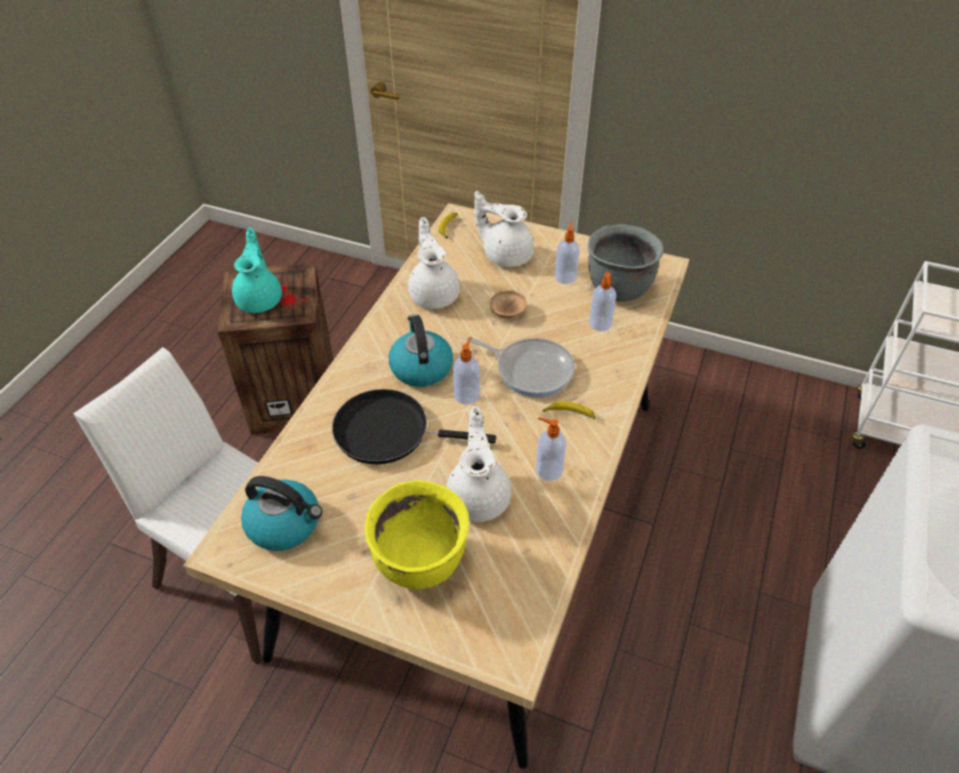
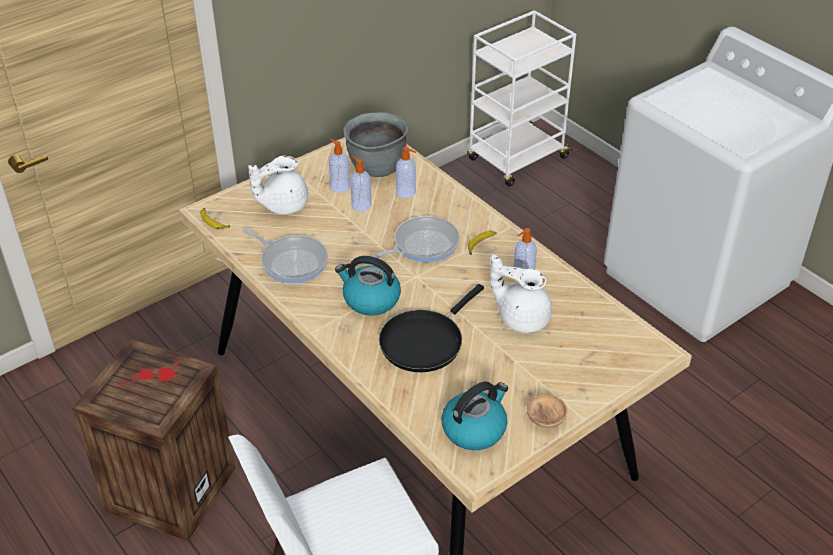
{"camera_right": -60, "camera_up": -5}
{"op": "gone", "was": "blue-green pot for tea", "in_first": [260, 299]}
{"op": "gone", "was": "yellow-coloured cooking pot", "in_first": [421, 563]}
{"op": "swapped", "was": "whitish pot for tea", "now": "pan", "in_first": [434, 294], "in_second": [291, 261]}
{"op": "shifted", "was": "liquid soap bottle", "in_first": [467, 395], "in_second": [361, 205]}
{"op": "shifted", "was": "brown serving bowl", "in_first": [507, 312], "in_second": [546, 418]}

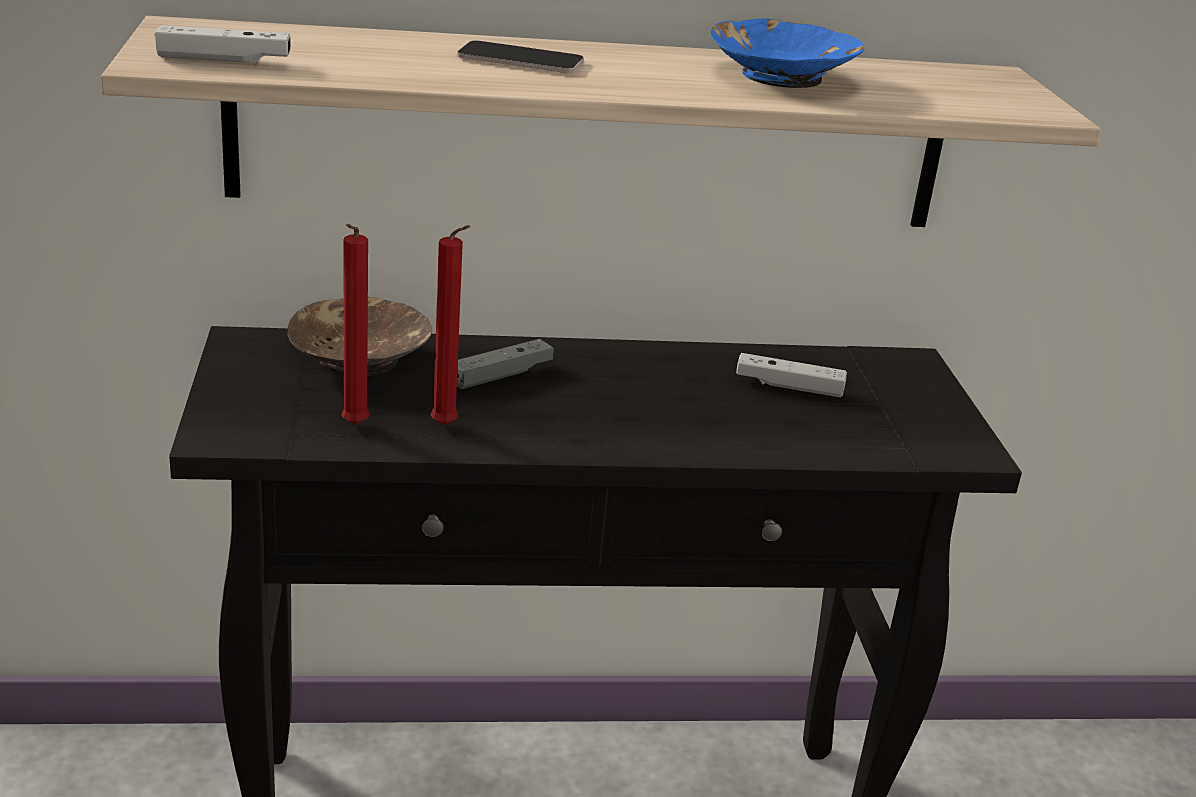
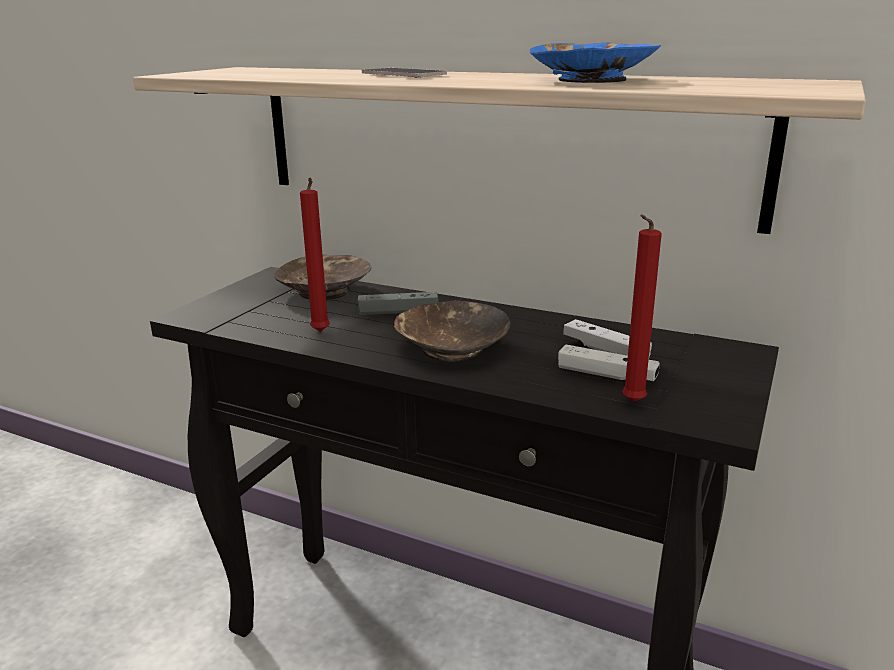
{"camera_right": 35, "camera_up": -5}
{"op": "shifted", "was": "whitish gamepad", "in_first": [224, 59], "in_second": [606, 375]}
{"op": "shifted", "was": "red-coloured wax candle", "in_first": [353, 427], "in_second": [631, 403]}
{"op": "new", "now": "brown serving bowl", "in_second": [451, 348]}

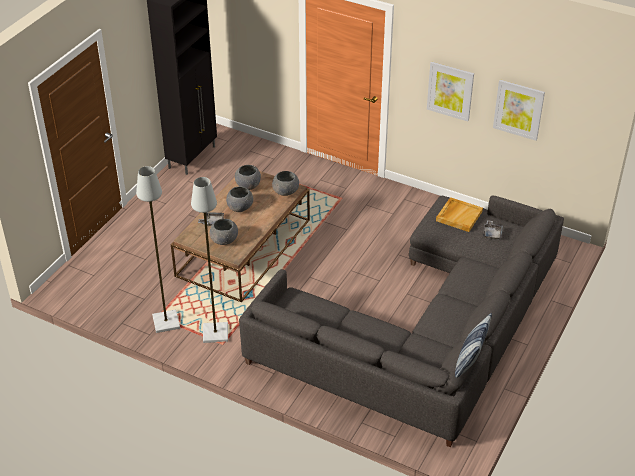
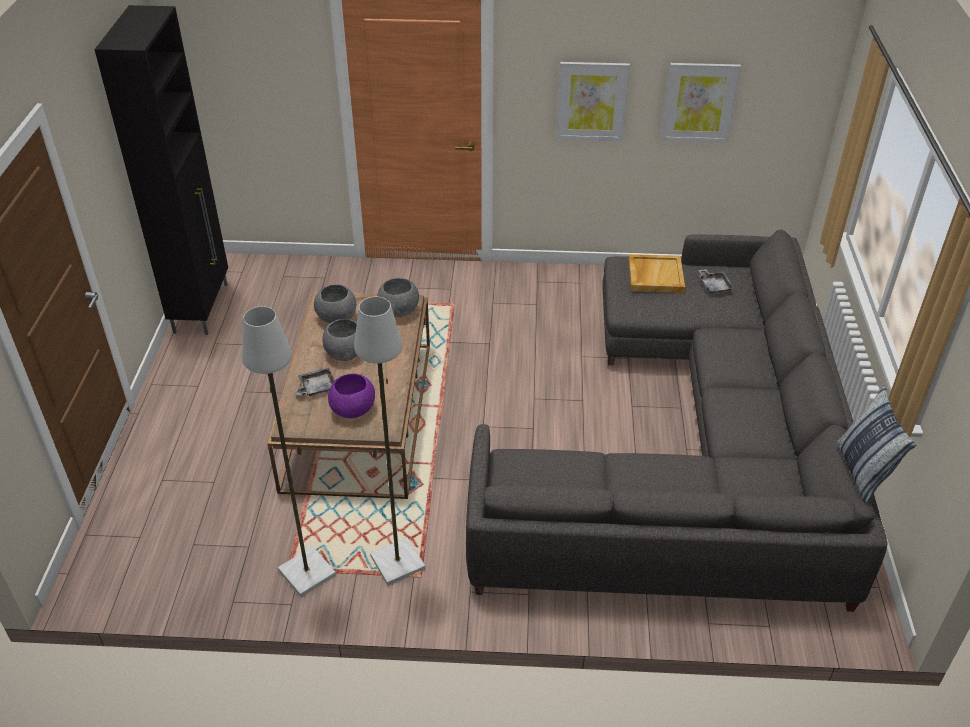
{"camera_right": -25, "camera_up": 0}
{"op": "repainted", "was": "gray serving bowl", "now": "purplish serving bowl", "in_first": [224, 240], "in_second": [352, 409]}

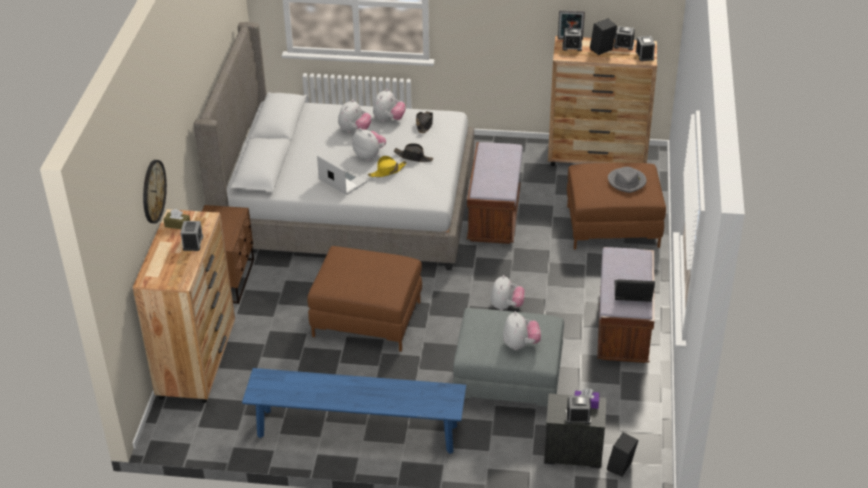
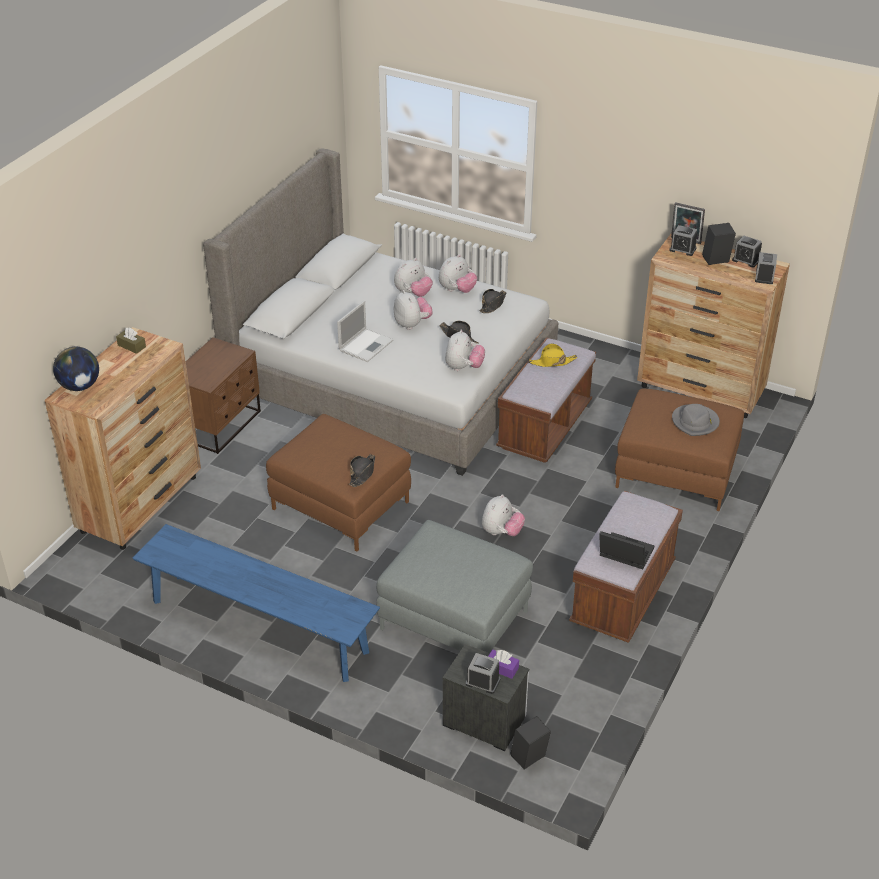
{"camera_right": 20, "camera_up": 0}
{"op": "gone", "was": "hanging clock", "in_first": [153, 191]}
{"op": "gone", "was": "alarm clock", "in_first": [193, 243]}
{"op": "rotated", "was": "portable computer", "in_first": [342, 181], "in_second": [366, 345], "clockwise": 60}
{"op": "shifted", "was": "yellow-coloured hat", "in_first": [387, 171], "in_second": [552, 362]}
{"op": "shifted", "was": "cuddly toy", "in_first": [520, 344], "in_second": [463, 367]}
{"op": "new", "now": "world globe", "in_second": [80, 386]}
{"op": "new", "now": "black hat", "in_second": [362, 473]}

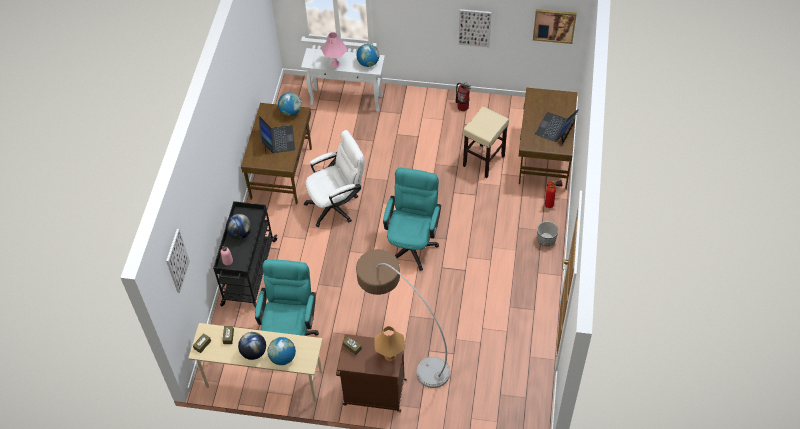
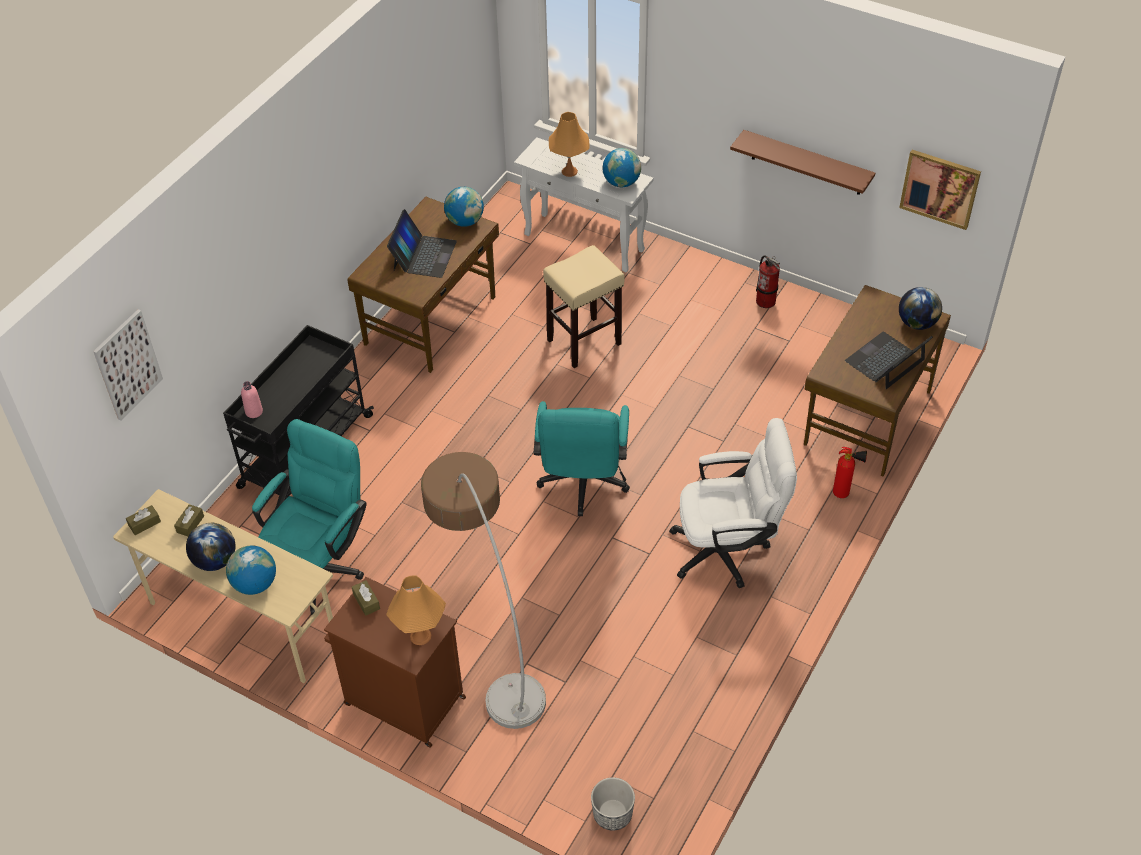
{"camera_right": 20, "camera_up": -5}
{"op": "shifted", "was": "world globe", "in_first": [240, 233], "in_second": [916, 323]}
{"op": "shifted", "was": "whitish office chair", "in_first": [337, 205], "in_second": [728, 550]}
{"op": "repainted", "was": "pink-coloured table lamp", "now": "orangey table lamp", "in_first": [335, 64], "in_second": [569, 171]}
{"op": "rotated", "was": "blue-green office chair", "in_first": [412, 243], "in_second": [582, 485], "clockwise": 150}
{"op": "swapped", "was": "wall picture", "now": "brown shelf", "in_first": [474, 27], "in_second": [806, 163]}
{"op": "shifted", "was": "beige-coloured stool seat", "in_first": [484, 160], "in_second": [585, 341]}
{"op": "shifted", "was": "planter", "in_first": [546, 239], "in_second": [612, 814]}

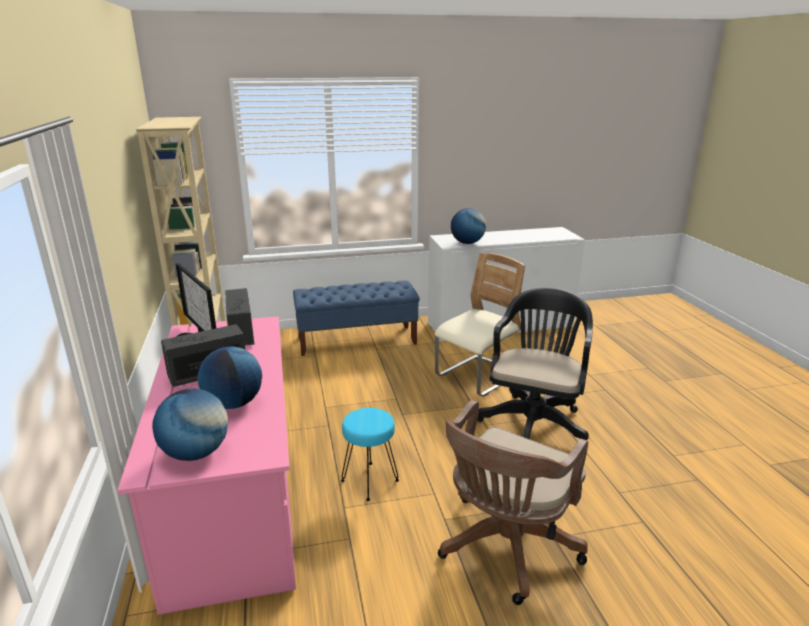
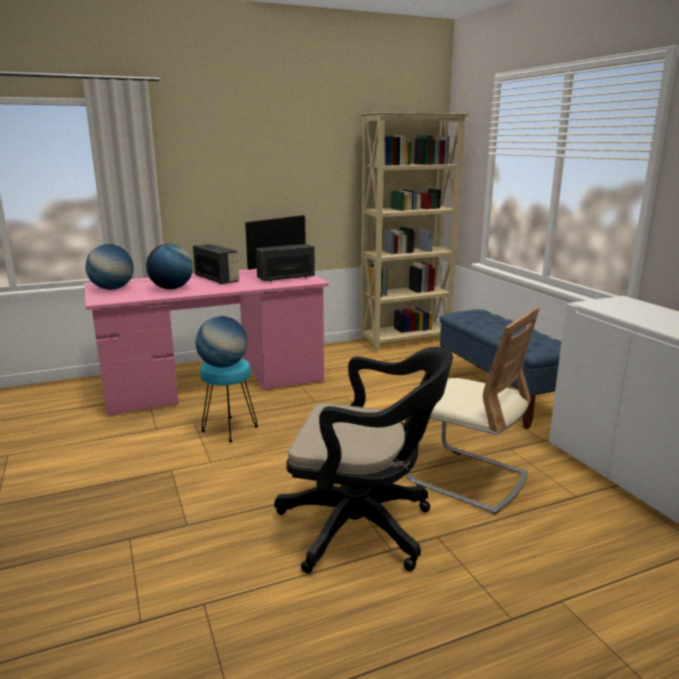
{"camera_right": 80, "camera_up": -5}
{"op": "gone", "was": "brown office chair", "in_first": [505, 548]}
{"op": "shifted", "was": "world globe", "in_first": [467, 243], "in_second": [223, 365]}

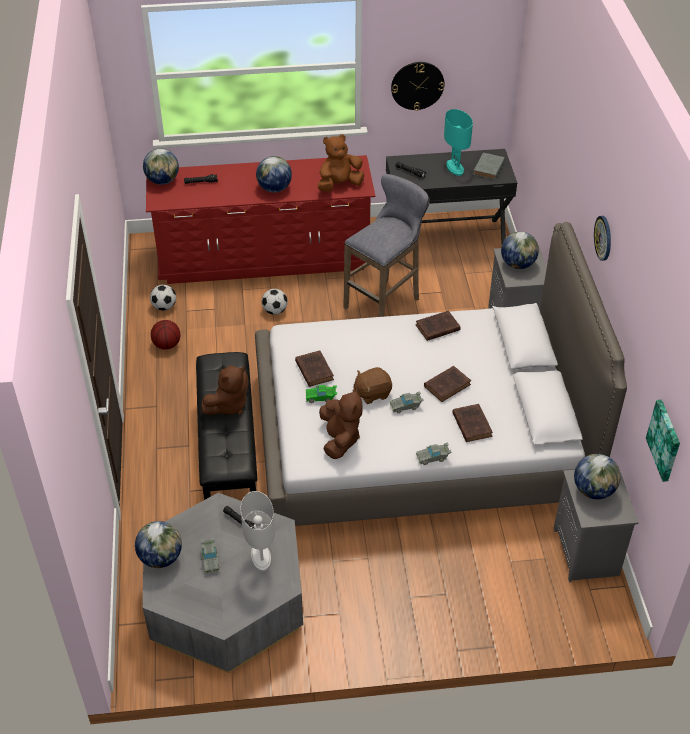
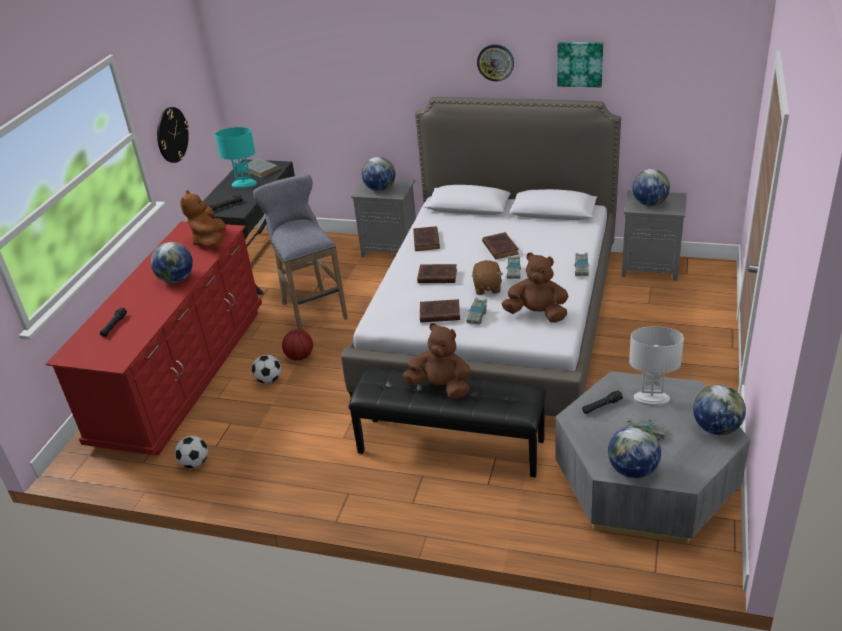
{"camera_right": -65, "camera_up": -10}
{"op": "shifted", "was": "world globe", "in_first": [163, 181], "in_second": [716, 428]}
{"op": "shifted", "was": "ball for basketball", "in_first": [166, 345], "in_second": [300, 357]}
{"op": "rotated", "was": "brown cuddly toy", "in_first": [228, 405], "in_second": [441, 387], "clockwise": -45}
{"op": "repainted", "was": "green model car", "now": "gray model car", "in_first": [321, 397], "in_second": [477, 316]}
{"op": "shifted", "was": "brown volume", "in_first": [471, 424], "in_second": [436, 276]}
{"op": "shifted", "was": "wall picture", "in_first": [665, 440], "in_second": [580, 63]}

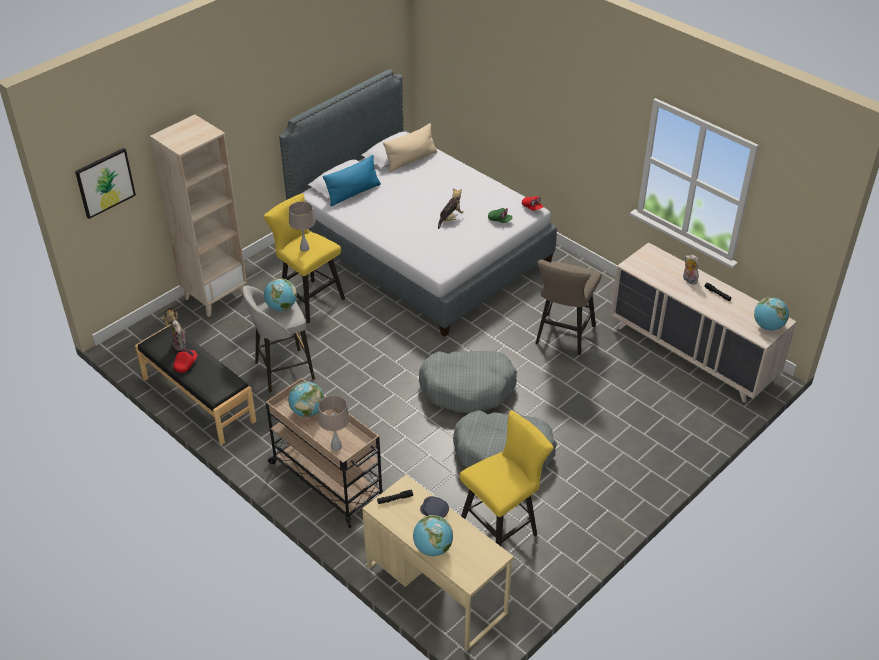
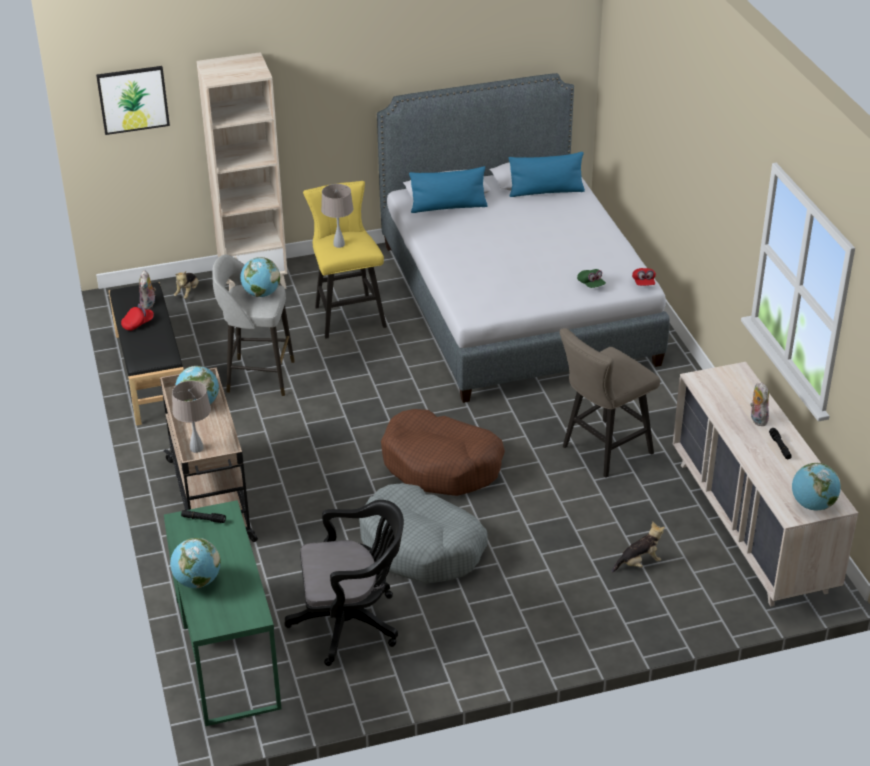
{"camera_right": 30, "camera_up": -5}
{"op": "repainted", "was": "beige-coloured desk unit", "now": "green desk unit", "in_first": [436, 589], "in_second": [227, 652]}
{"op": "repainted", "was": "beige-coloured throw pillow", "now": "blue throw pillow", "in_first": [411, 160], "in_second": [546, 191]}
{"op": "repainted", "was": "gray pet bed", "now": "brown pet bed", "in_first": [467, 388], "in_second": [441, 465]}
{"op": "gone", "was": "gray cap", "in_first": [434, 511]}
{"op": "shifted", "was": "cuddly toy", "in_first": [450, 219], "in_second": [639, 563]}
{"op": "swapped", "was": "yellow-coloured stool seat", "now": "black office chair", "in_first": [502, 529], "in_second": [351, 623]}

